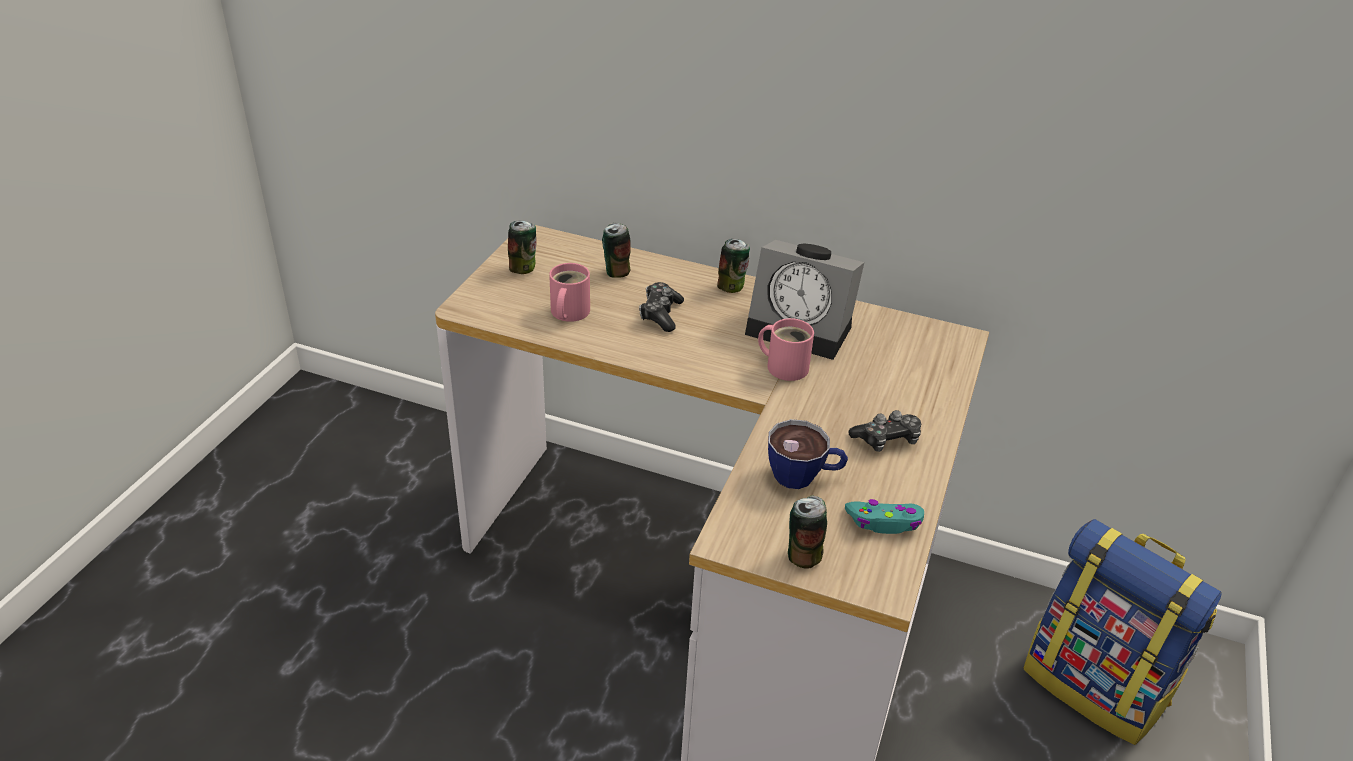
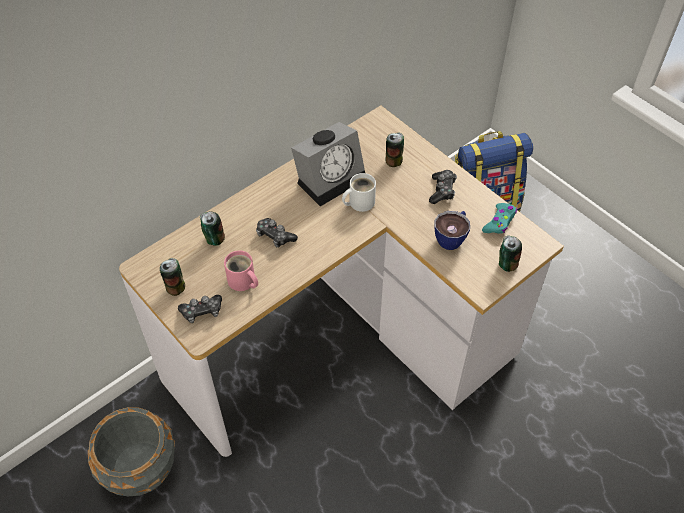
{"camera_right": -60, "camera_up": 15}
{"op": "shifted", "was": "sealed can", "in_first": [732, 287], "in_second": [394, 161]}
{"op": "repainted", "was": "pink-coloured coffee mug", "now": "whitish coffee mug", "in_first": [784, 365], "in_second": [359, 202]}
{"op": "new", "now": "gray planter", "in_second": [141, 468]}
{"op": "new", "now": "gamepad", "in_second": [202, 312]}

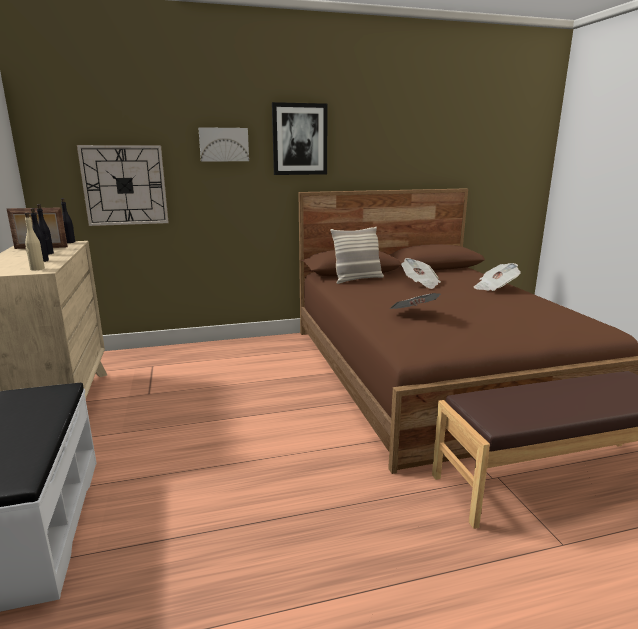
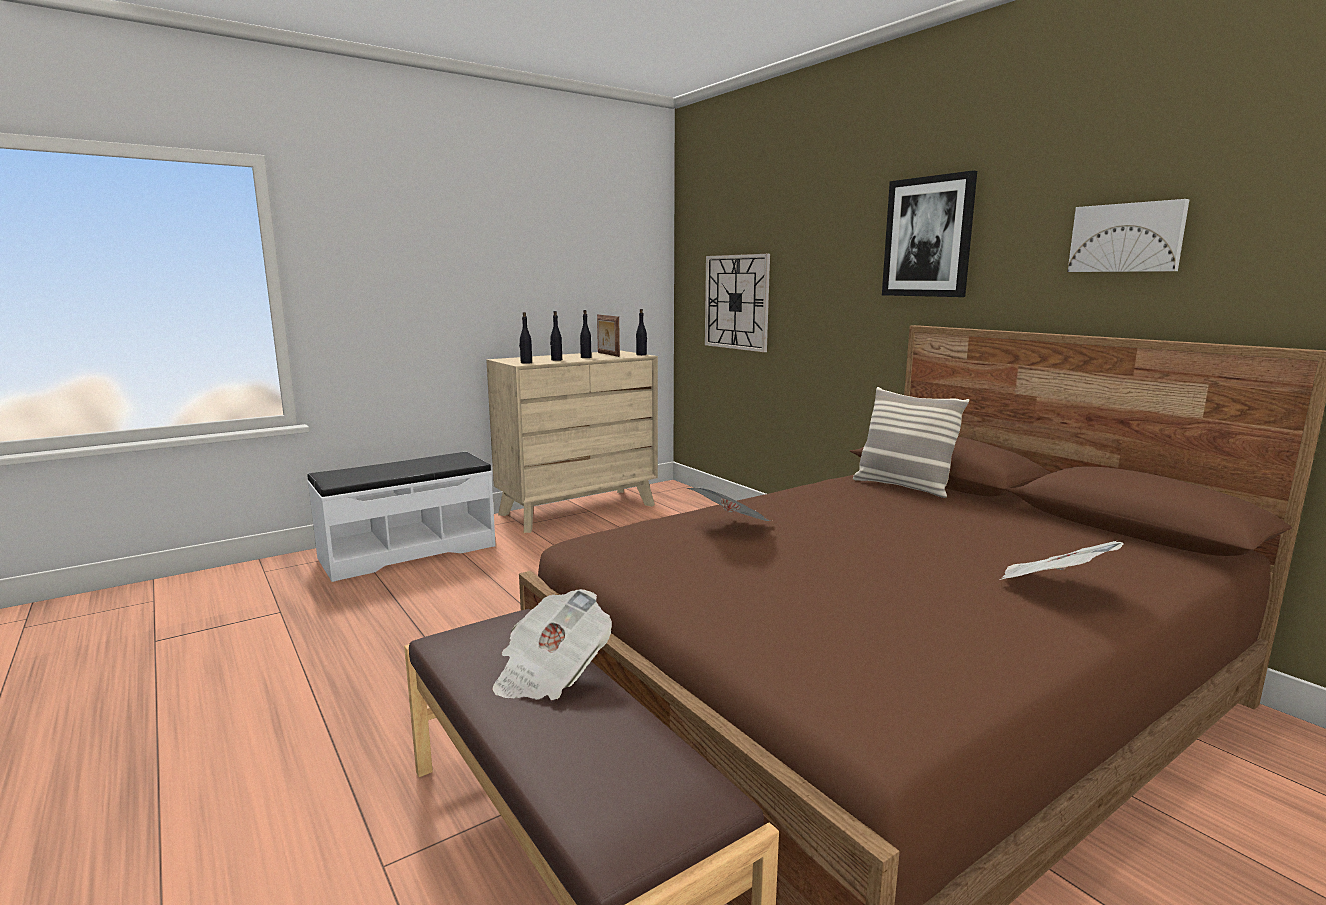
{"camera_right": 70, "camera_up": -5}
{"op": "repainted", "was": "beige-coloured bottle", "now": "black bottle", "in_first": [37, 269], "in_second": [526, 362]}
{"op": "shifted", "was": "wall picture", "in_first": [224, 144], "in_second": [1127, 238]}
{"op": "shifted", "was": "daily paper", "in_first": [420, 284], "in_second": [550, 674]}

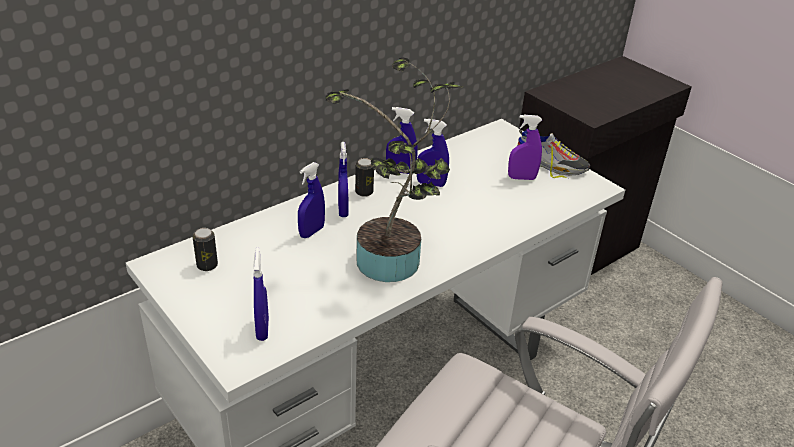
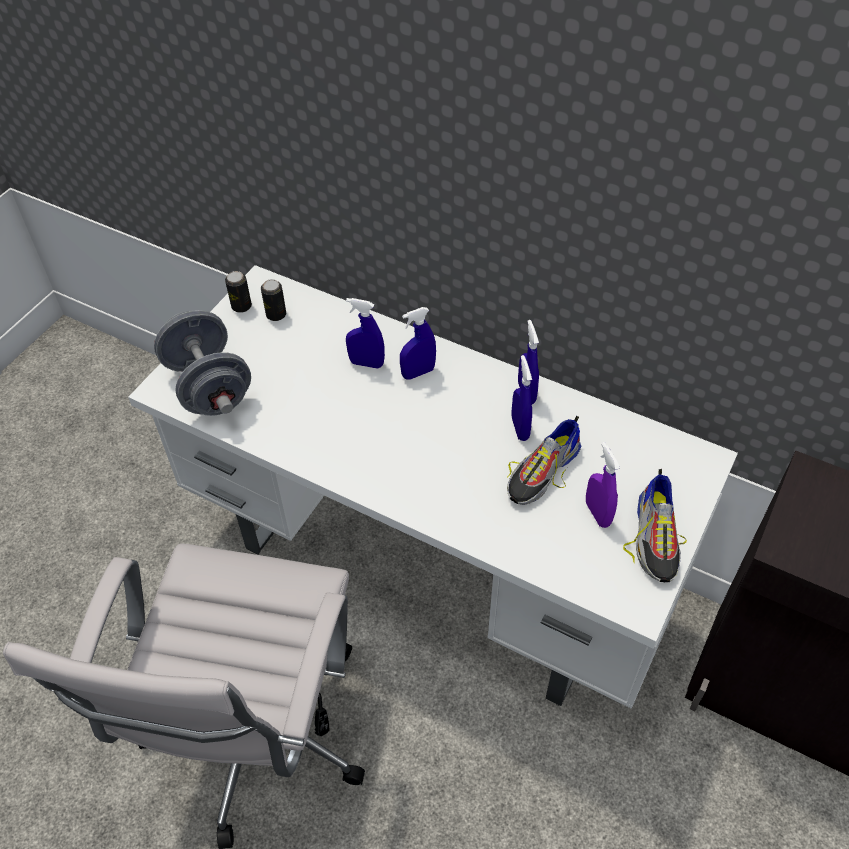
{"camera_right": 70, "camera_up": 15}
{"op": "swapped", "was": "blue hand sprayer", "now": "gray hand weight", "in_first": [262, 329], "in_second": [209, 386]}
{"op": "gone", "was": "plant in a pot", "in_first": [392, 266]}
{"op": "shifted", "was": "sealed can", "in_first": [364, 192], "in_second": [241, 306]}
{"op": "new", "now": "item of footwear", "in_second": [543, 471]}

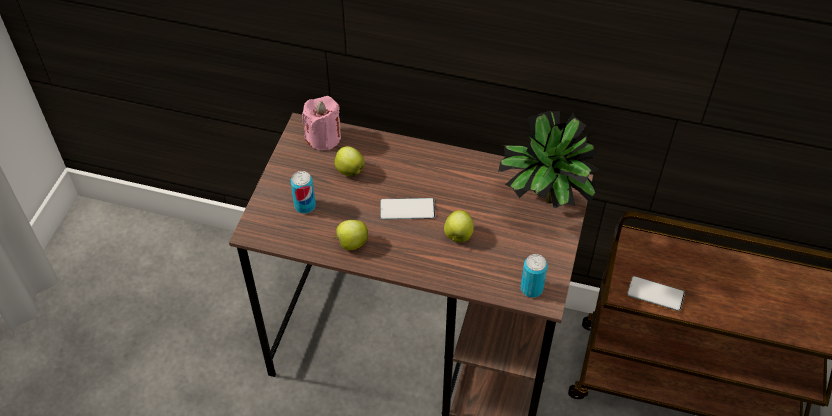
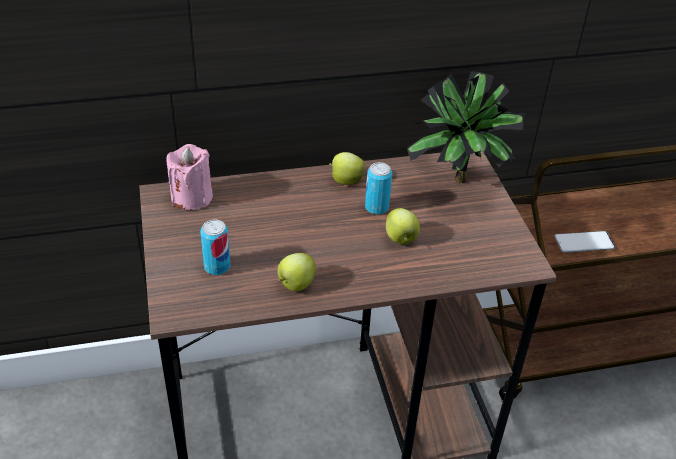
{"camera_right": -30, "camera_up": -10}
{"op": "shifted", "was": "apple fruit", "in_first": [349, 170], "in_second": [345, 181]}
{"op": "gone", "was": "handset", "in_first": [407, 209]}
{"op": "shifted", "was": "sealed can", "in_first": [531, 289], "in_second": [376, 207]}

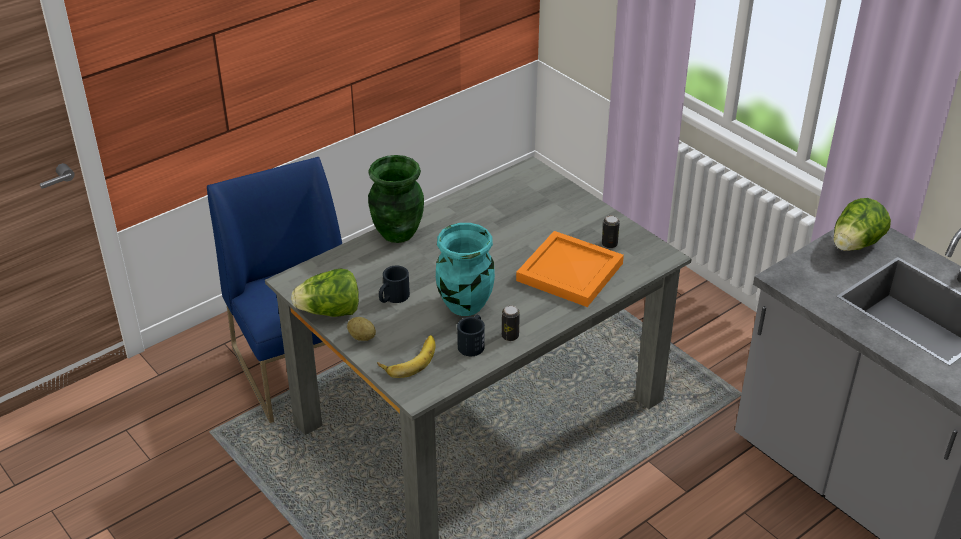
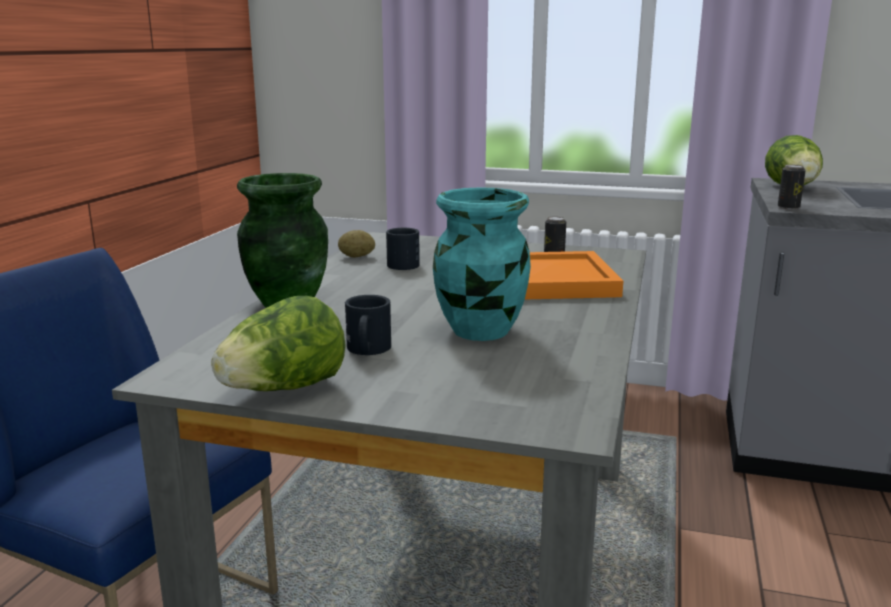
{"camera_right": -35, "camera_up": -20}
{"op": "shifted", "was": "spud", "in_first": [362, 337], "in_second": [357, 256]}
{"op": "gone", "was": "banana", "in_first": [409, 359]}
{"op": "shifted", "was": "black coffee mug", "in_first": [473, 343], "in_second": [401, 263]}
{"op": "shifted", "was": "sealed can", "in_first": [510, 336], "in_second": [788, 207]}

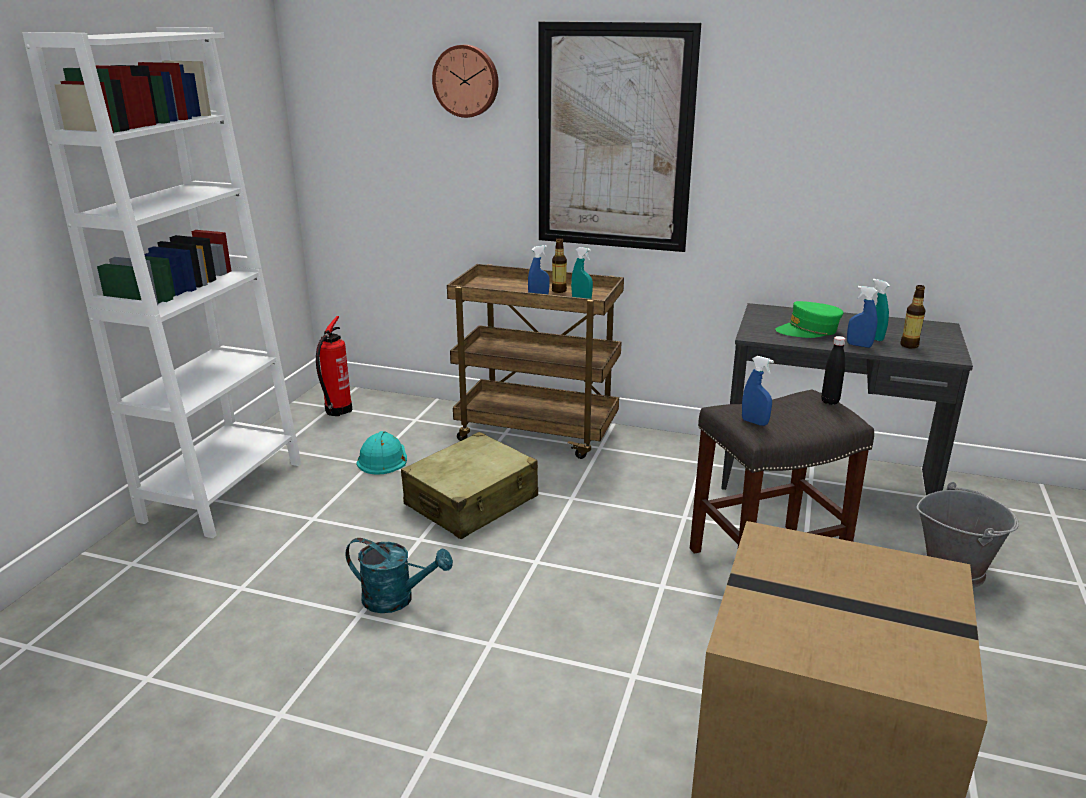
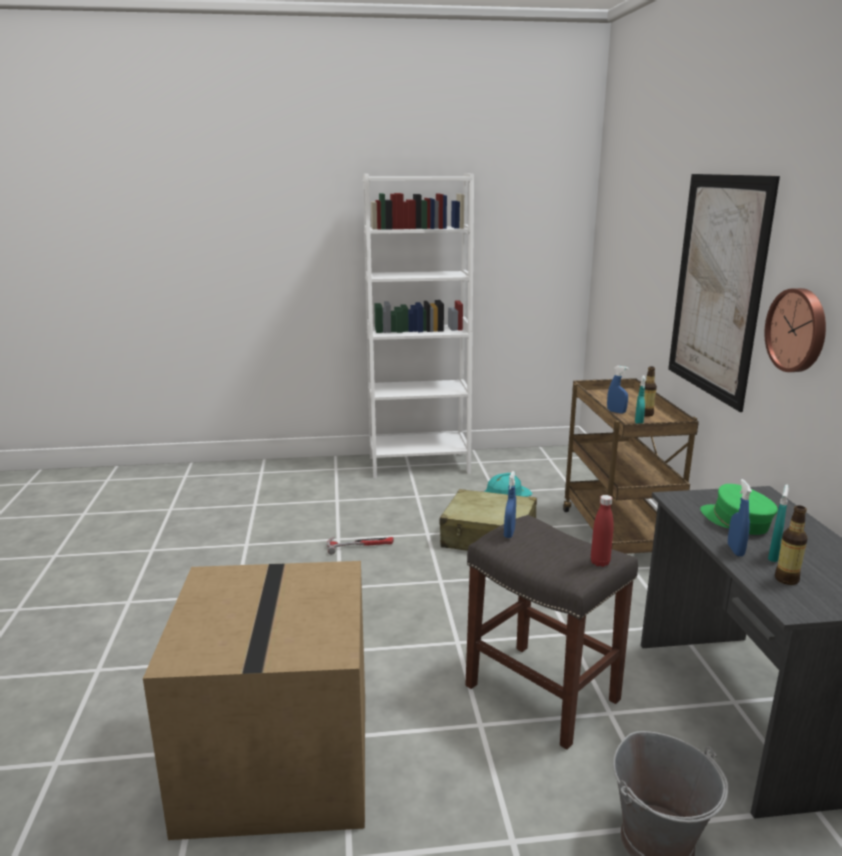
{"camera_right": 65, "camera_up": -5}
{"op": "gone", "was": "extinguisher", "in_first": [337, 411]}
{"op": "swapped", "was": "blue-green sprinkling can", "now": "hammer", "in_first": [397, 599], "in_second": [360, 545]}
{"op": "shifted", "was": "hanging clock", "in_first": [466, 81], "in_second": [798, 330]}
{"op": "repainted", "was": "black bottle", "now": "red-coloured bottle", "in_first": [830, 401], "in_second": [600, 562]}

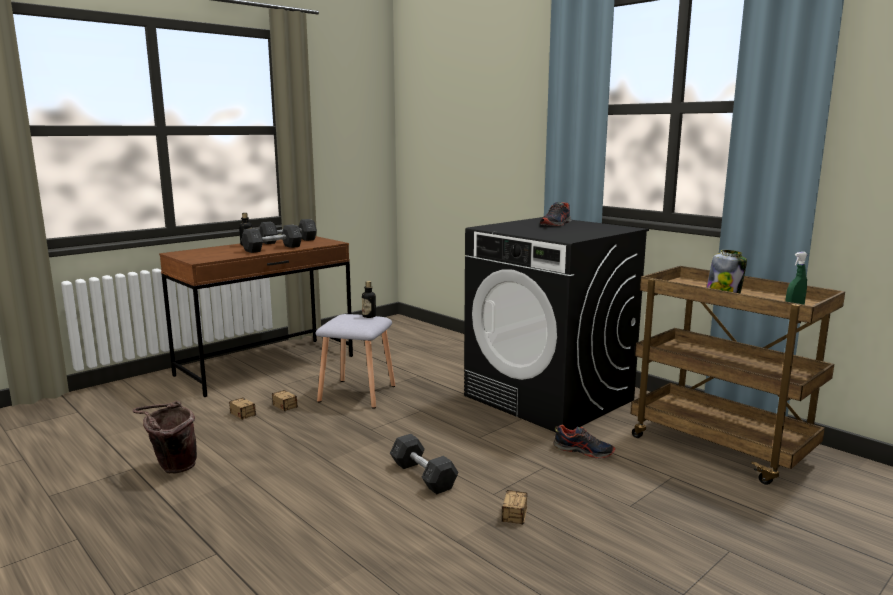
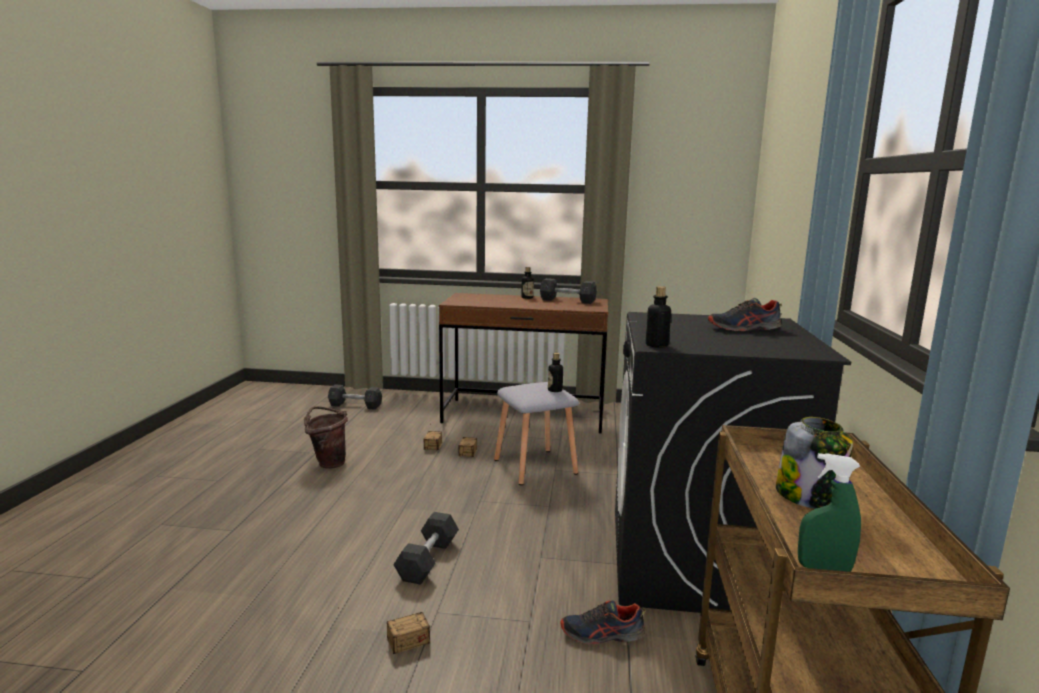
{"camera_right": 50, "camera_up": 0}
{"op": "shifted", "was": "gray hand weight", "in_first": [273, 249], "in_second": [355, 405]}
{"op": "rotated", "was": "item of footwear", "in_first": [583, 451], "in_second": [602, 634], "clockwise": 105}
{"op": "new", "now": "bottle", "in_second": [656, 345]}

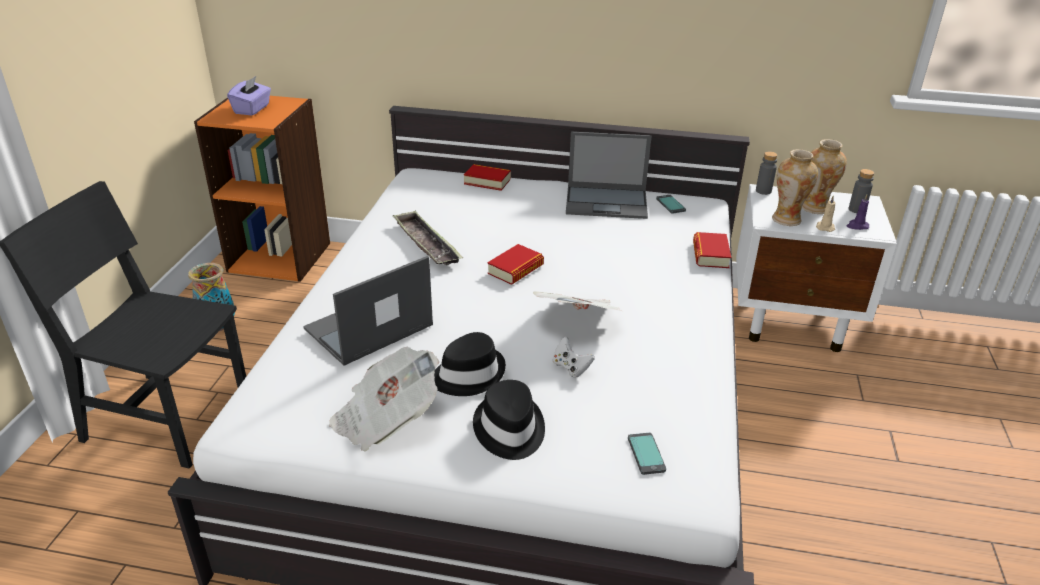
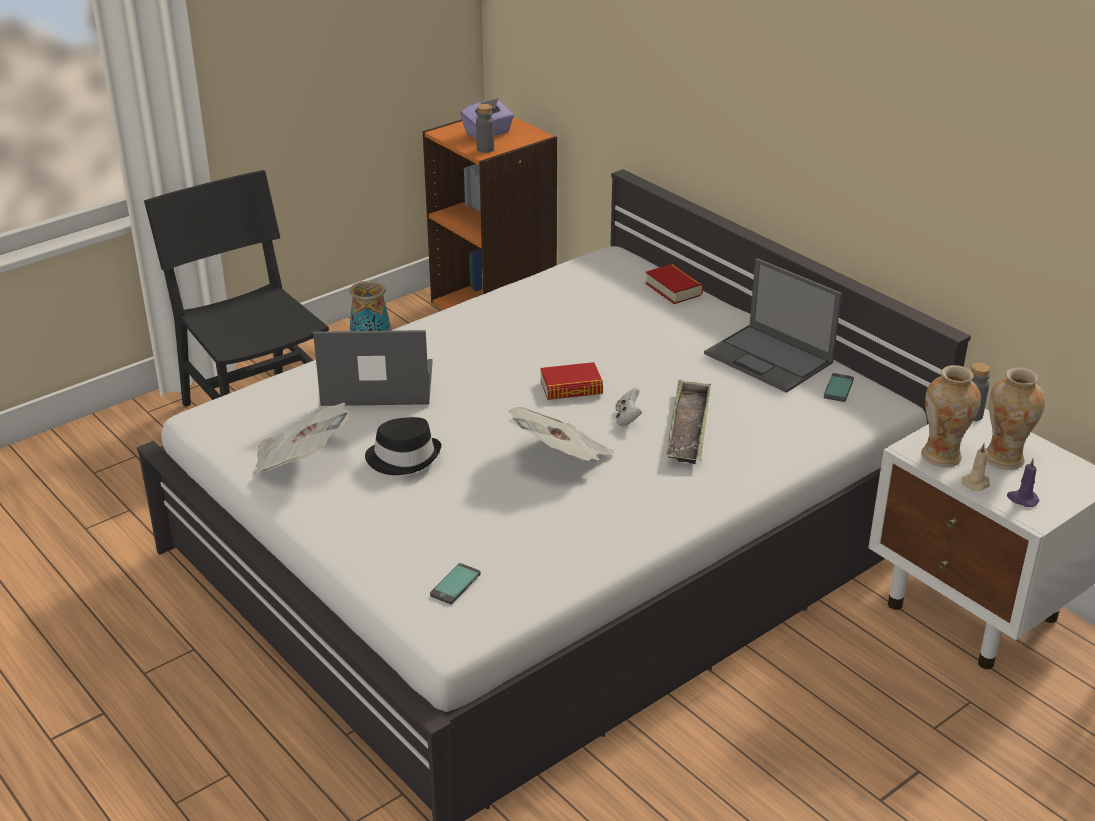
{"camera_right": 40, "camera_up": 0}
{"op": "shifted", "was": "tray", "in_first": [426, 243], "in_second": [688, 428]}
{"op": "gone", "was": "black hat", "in_first": [509, 429]}
{"op": "shifted", "was": "whitish gamepad", "in_first": [571, 368], "in_second": [627, 418]}
{"op": "gone", "was": "volume", "in_first": [710, 255]}
{"op": "shifted", "was": "gray bottle", "in_first": [856, 210], "in_second": [485, 149]}

